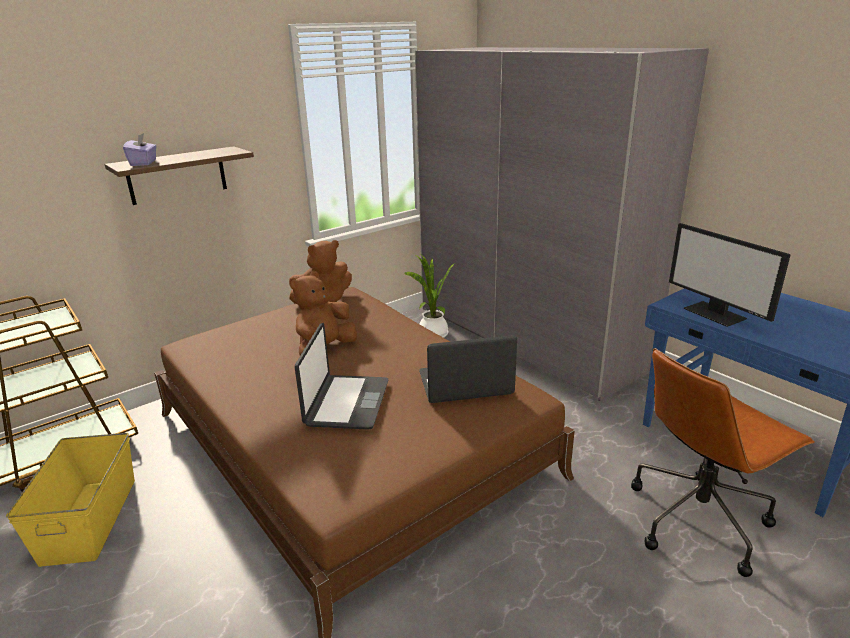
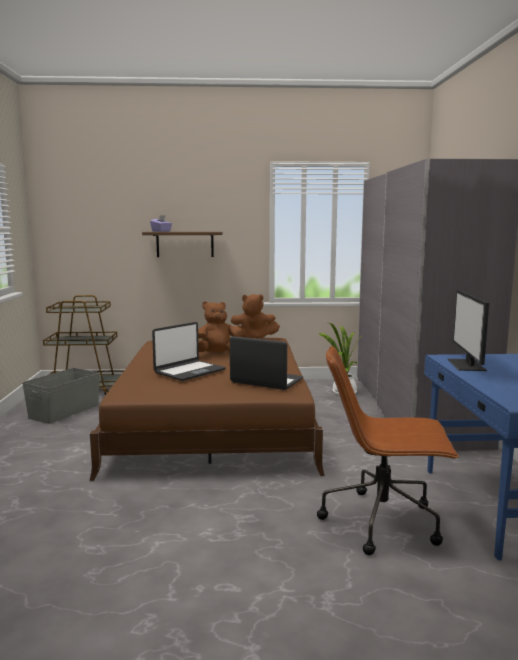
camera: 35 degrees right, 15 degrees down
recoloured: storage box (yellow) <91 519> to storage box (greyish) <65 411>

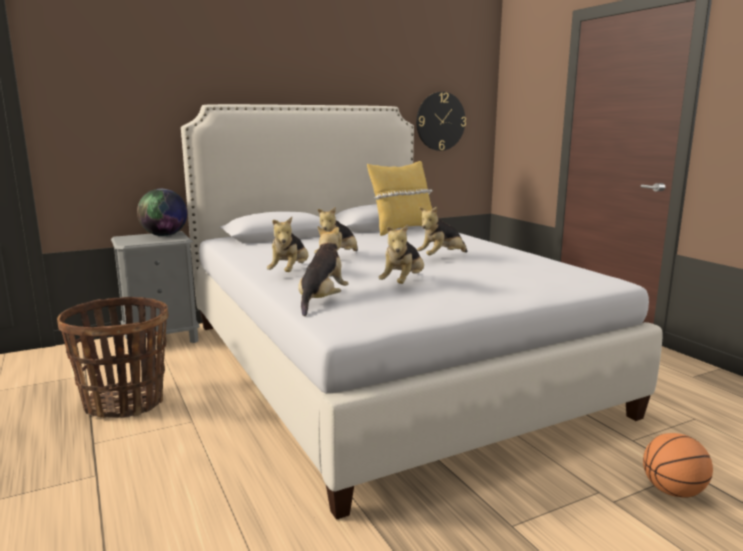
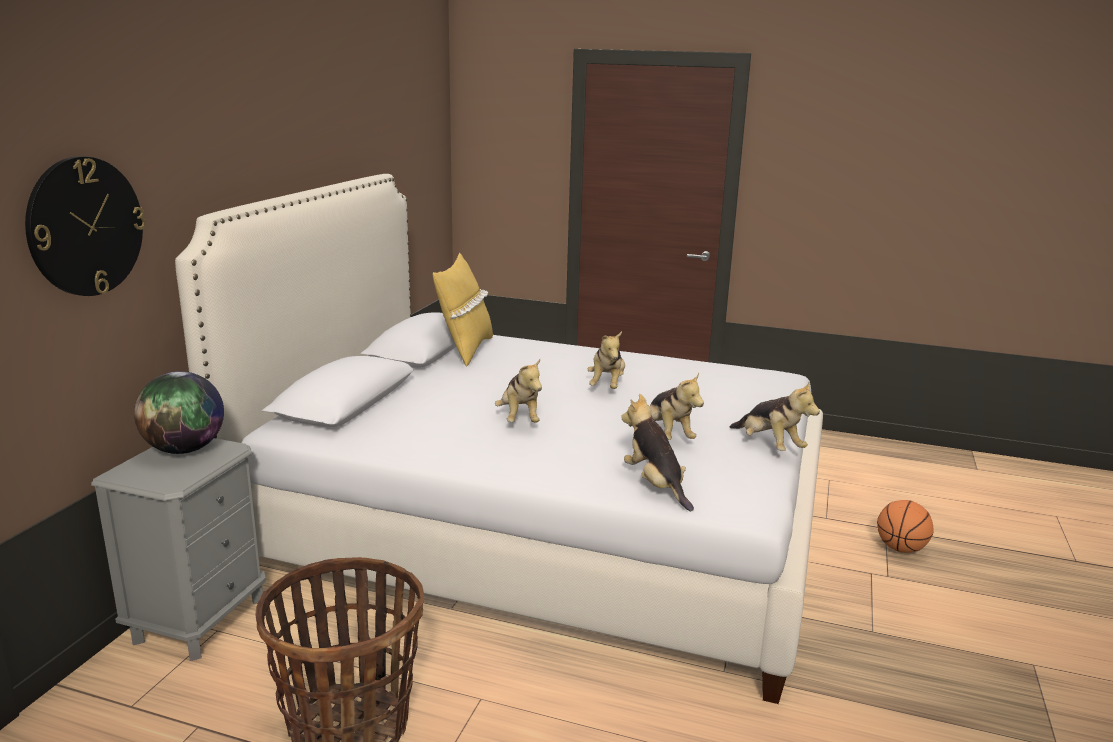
camera: 45 degrees left, 5 degrees up
moved: hanging clock <440 121> to <85 226>; cuddly toy <290 272> to <769 446>

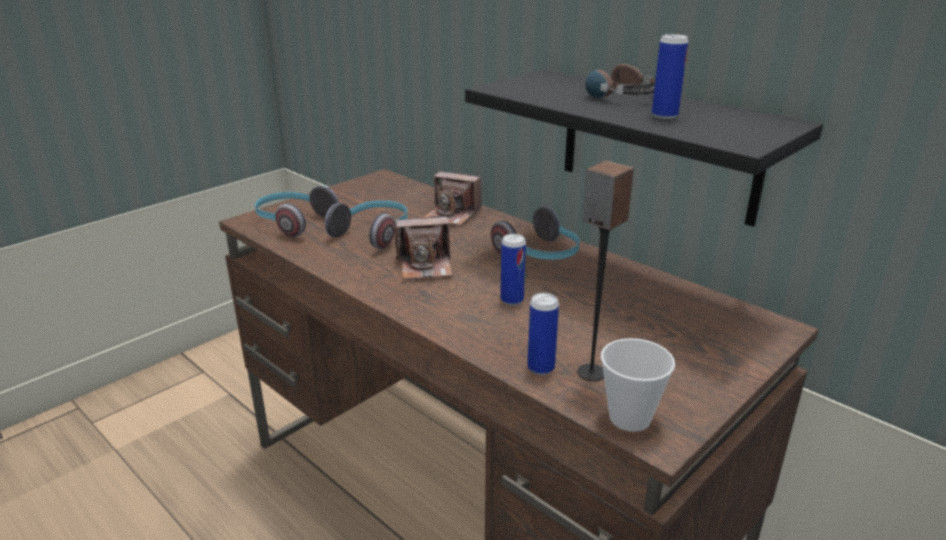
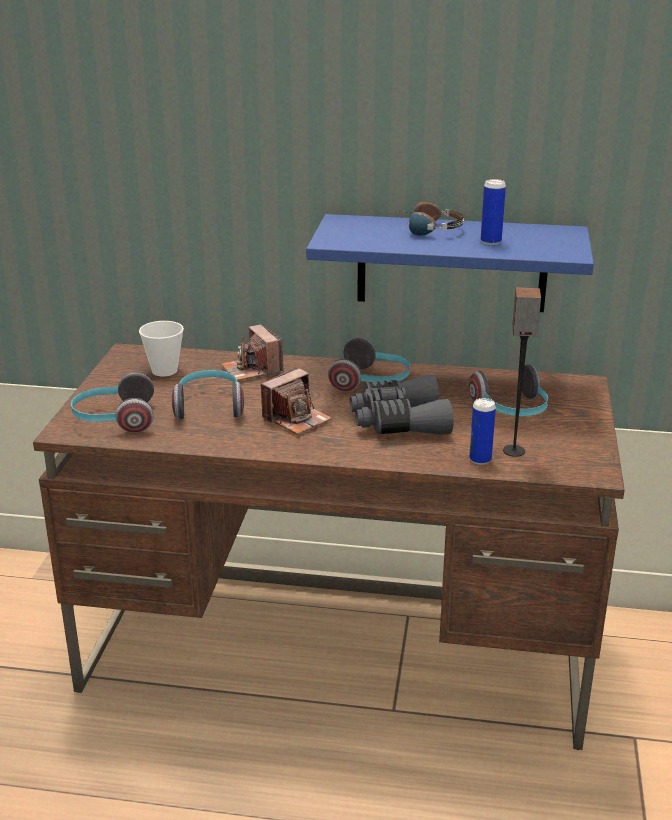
camera: 35 degrees left, 0 degrees up
added: headphones <512 410>
moved: cup <629 418> to <164 371>
replaced: can <512 300> to pair of binoculars (greyish) <398 422>
recoloured: bracket shelf (black) <658 145> to bracket shelf (blue-coloured) <451 263>
turned: still camera <452 215> = <252 370> 75 degrees clockwise

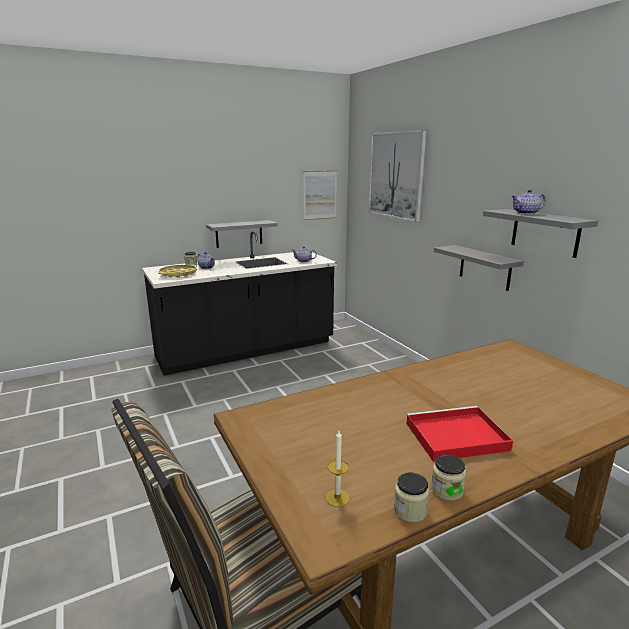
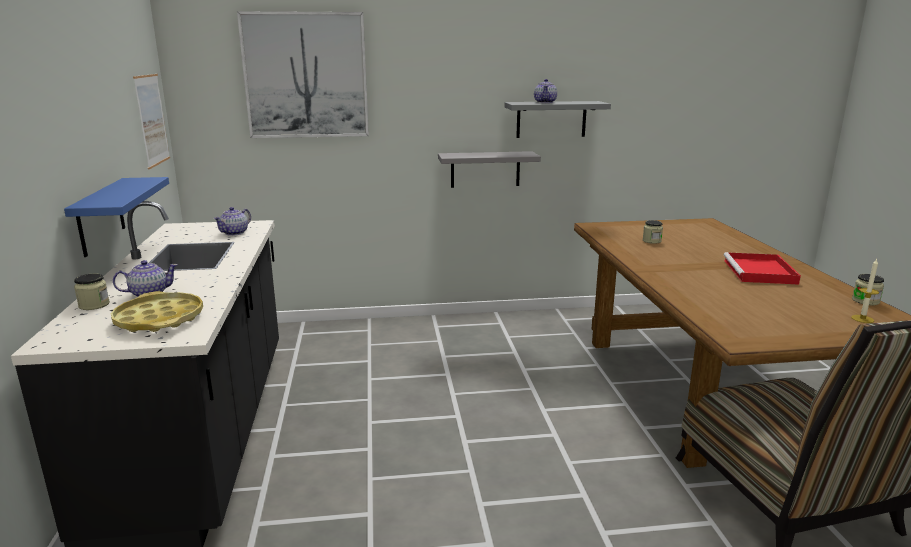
camera: 70 degrees left, 0 degrees up
moved: jar <446 490> to <651 241>
recoloured: bracket shelf (greyish) <239 234> to bracket shelf (blue-coloured) <100 216>

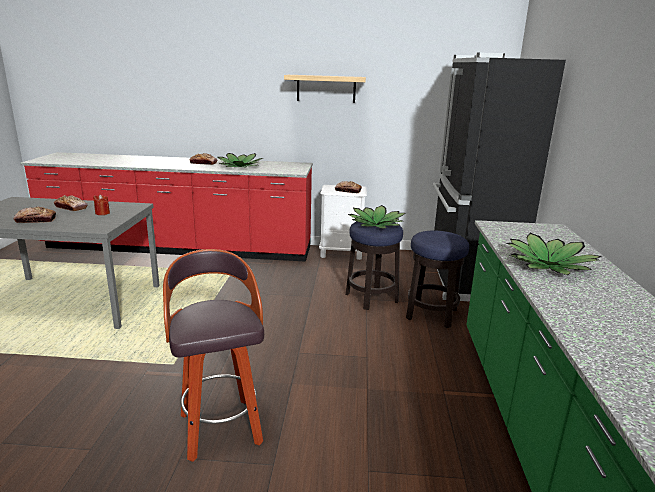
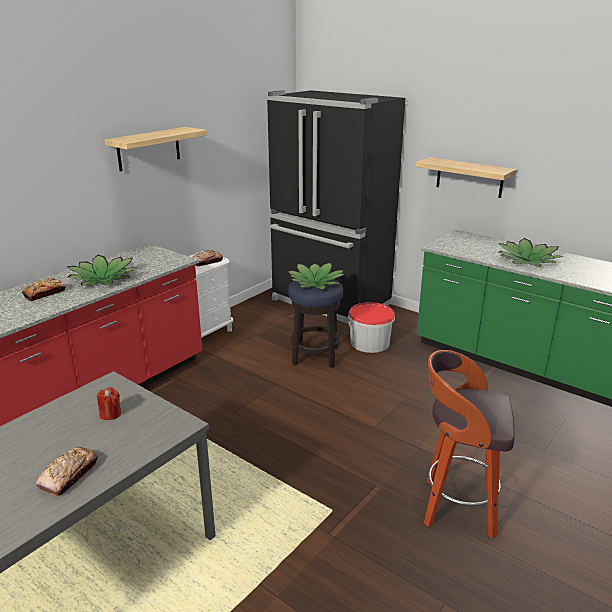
camera: 55 degrees left, 5 degrees up
removed: bread <71 208>
added: bracket shelf <469 177>
replaced: stool seat <431 314> to bucket <370 343>

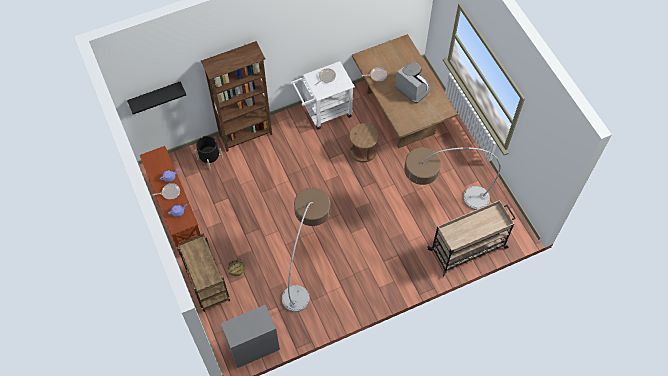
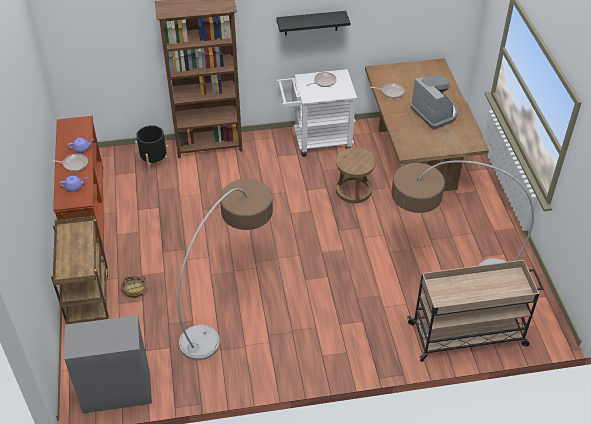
camera: 15 degrees right, 15 degrees down
moved: bracket shelf (black) <155 95> to <311 23>

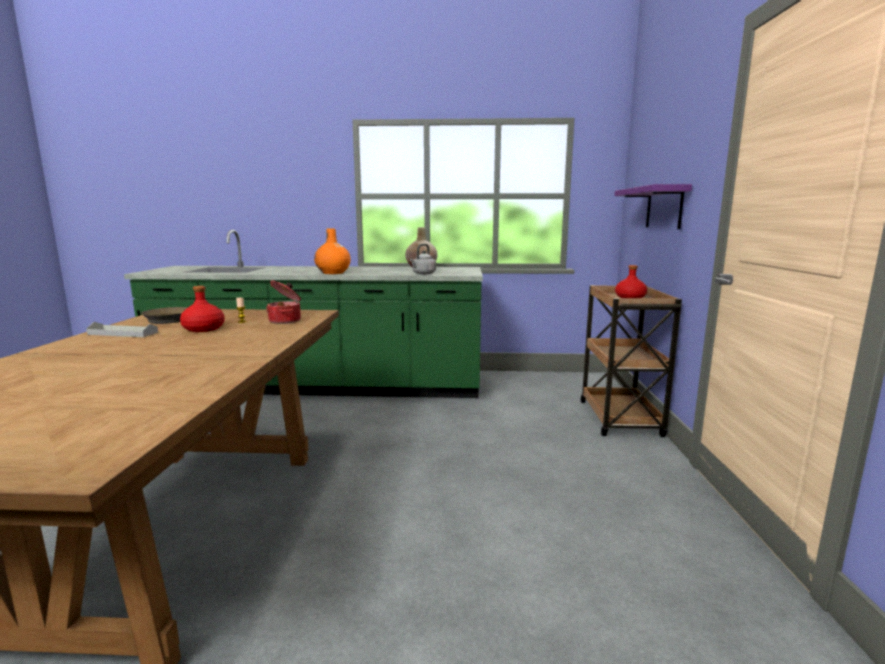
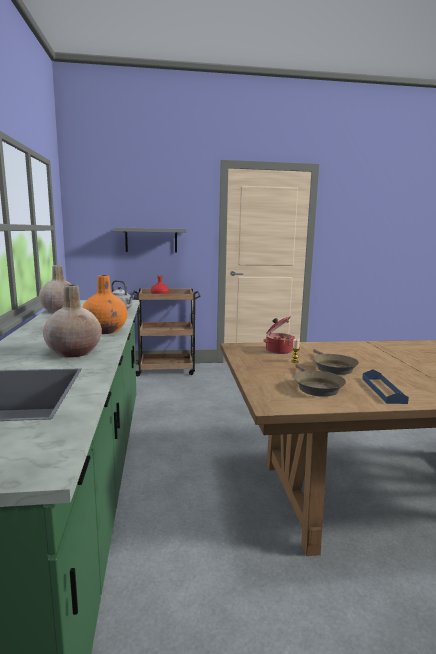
camera: 100 degrees left, 0 degrees up
added: flower vase (beige-coloured) <74 352>
replaced: drink bottle (red-coloured) <203 329> to pan (brown) <332 367>
recoloured: bracket shelf (purple) <664 208> to bracket shelf (greyish) <151 240>; tray (greyish) <123 333> to tray (blue-coloured) <383 390>

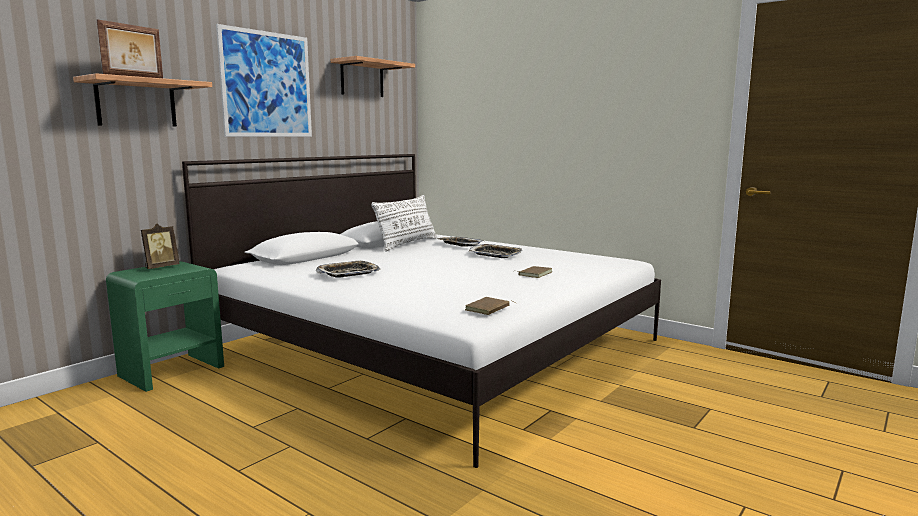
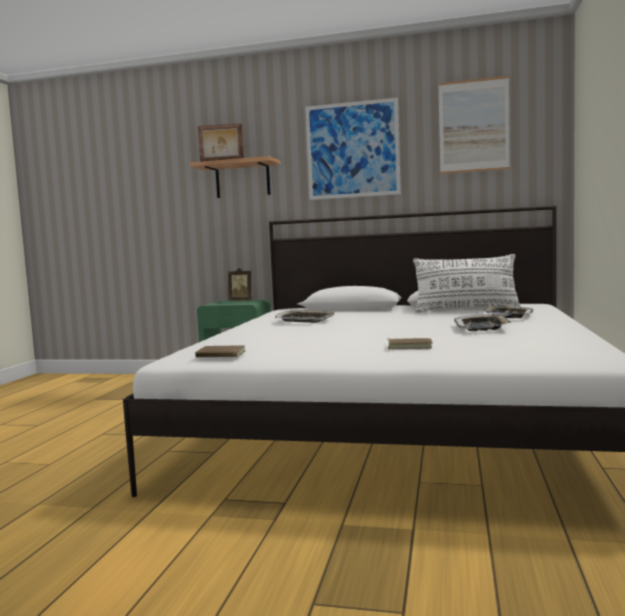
camera: 65 degrees right, 5 degrees down
replaced: bracket shelf <362 79> to picture <473 126>

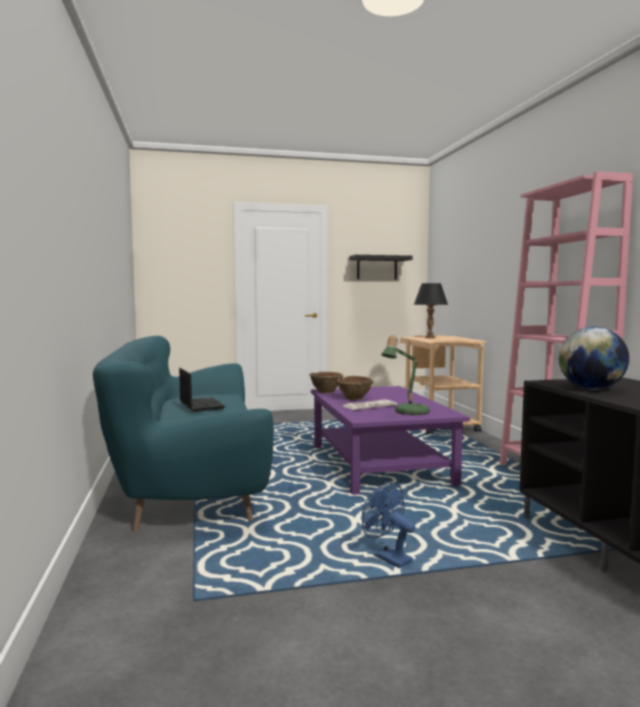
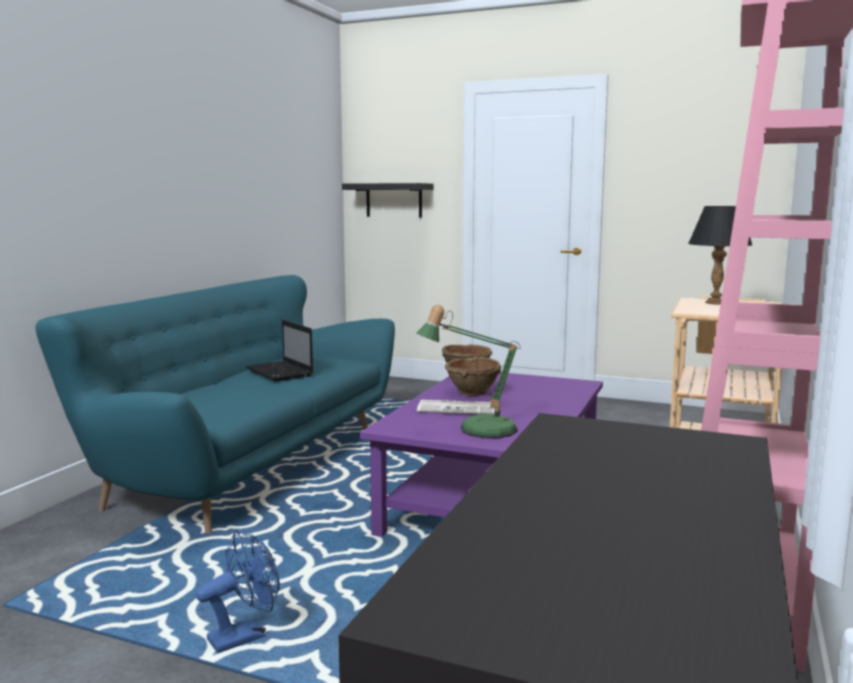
camera: 35 degrees right, 5 degrees up
removed: world globe <591 389>
moved: bracket shelf (black) <377 268> to <394 200>
turned: fan (blue-coloured) <387 558> = <245 636> 60 degrees clockwise; portable computer <200 405> = <280 372> 135 degrees clockwise

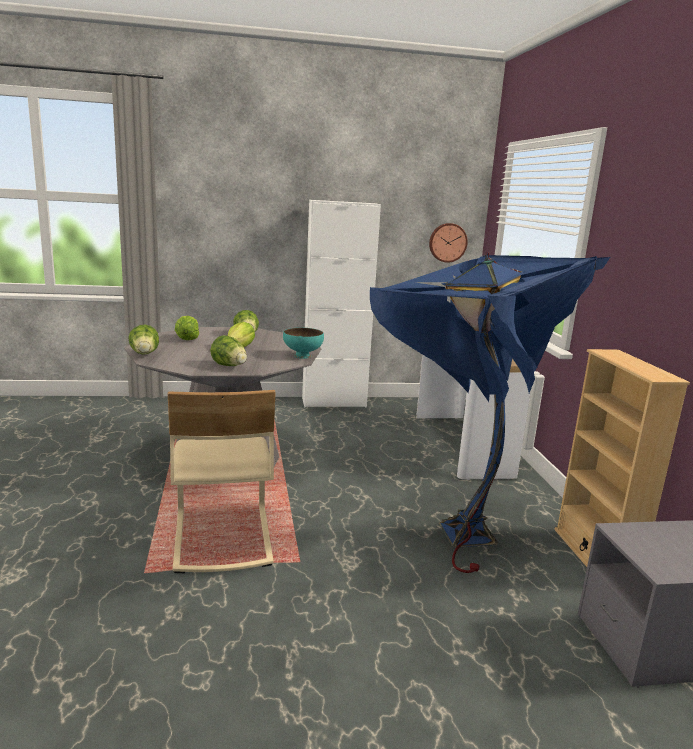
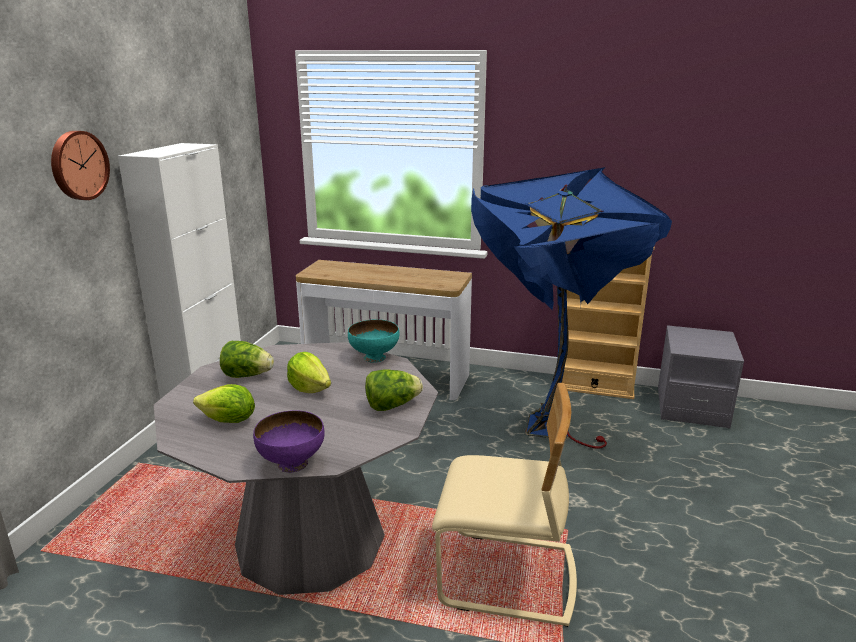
camera: 65 degrees left, 5 degrees up
moved: hanging clock <447 242> to <78 165>
replaced: lettuce <145 354> to deep dish (purple) <291 463>

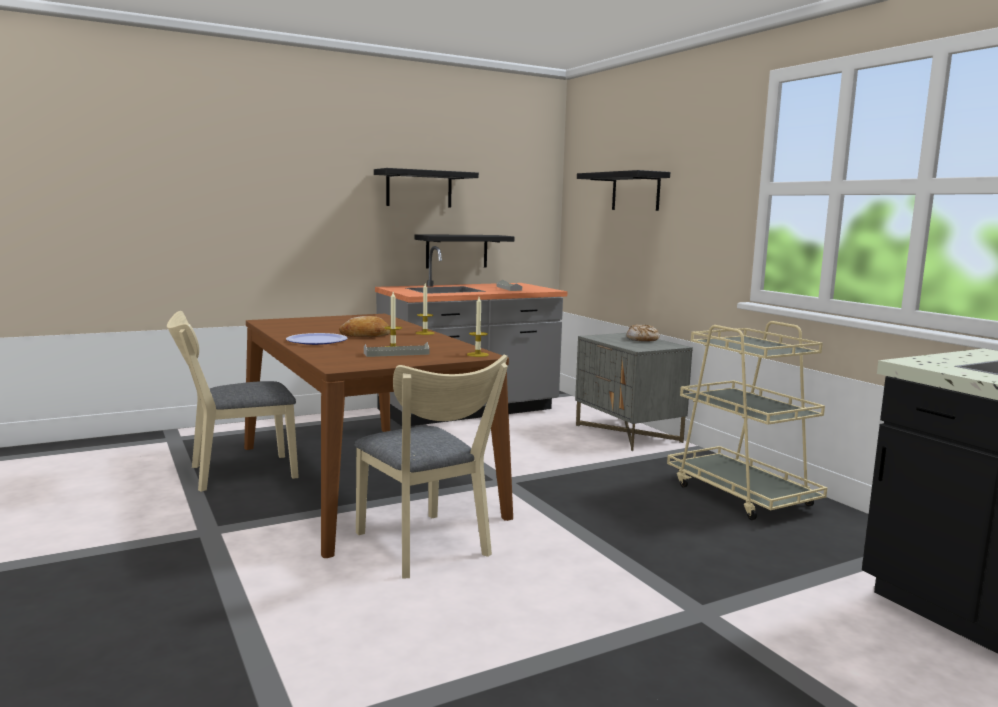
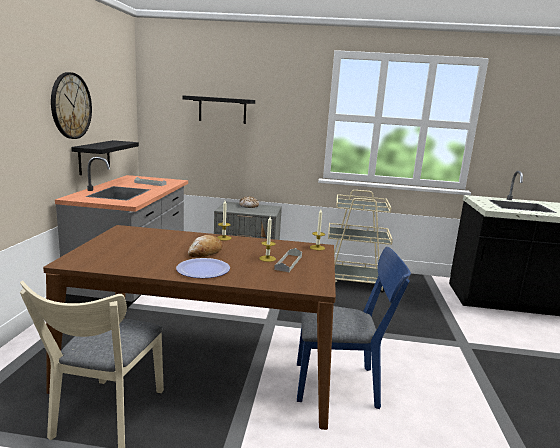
camera: 55 degrees left, 5 degrees up
replaced: bracket shelf (black) <419 189> to hanging clock <71 106>
recoloured: upright chair (beige-coloured) <426 548> to upright chair (blue-coloured) <343 384>

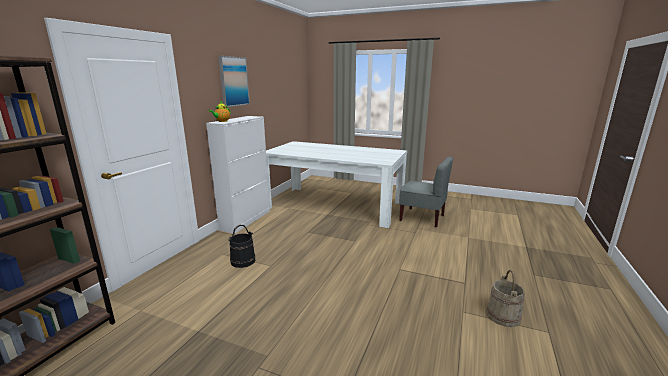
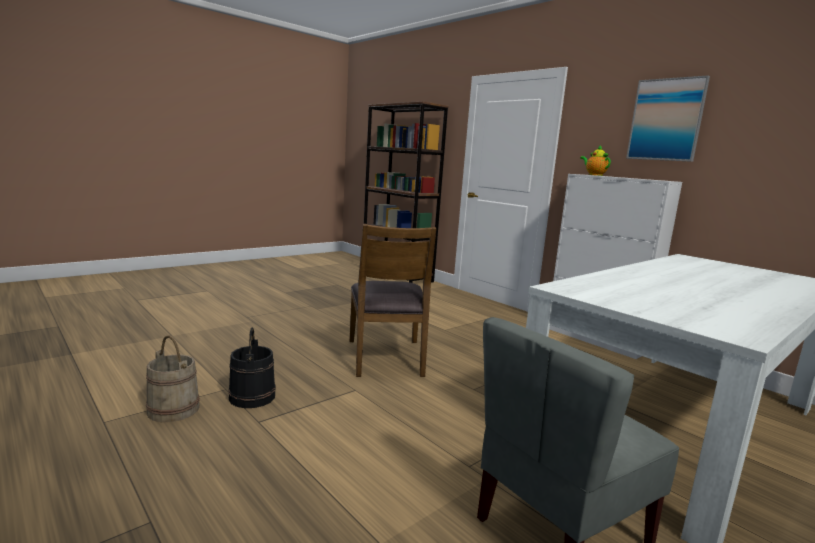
camera: 115 degrees right, 5 degrees down
added: upright chair (brown) <386 357>
moved: bucket (black) <243 261> to <252 397>

